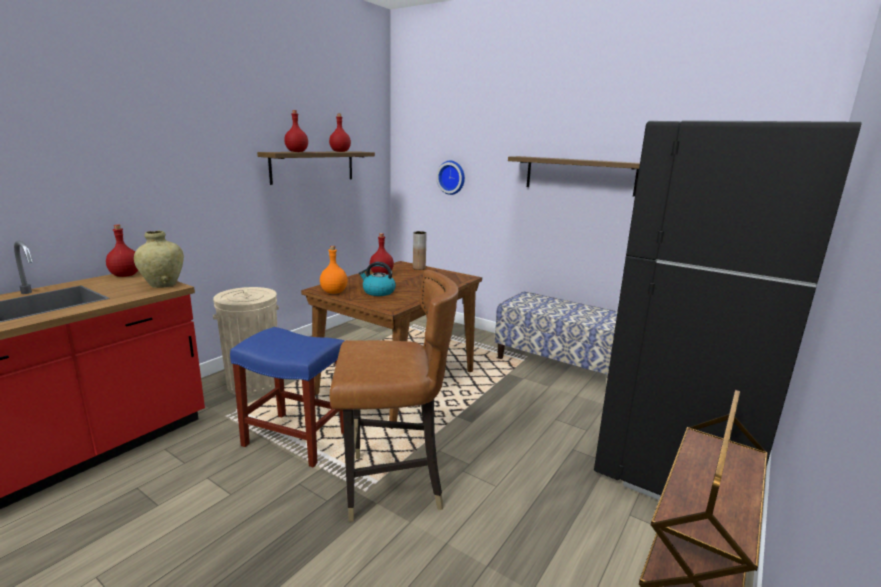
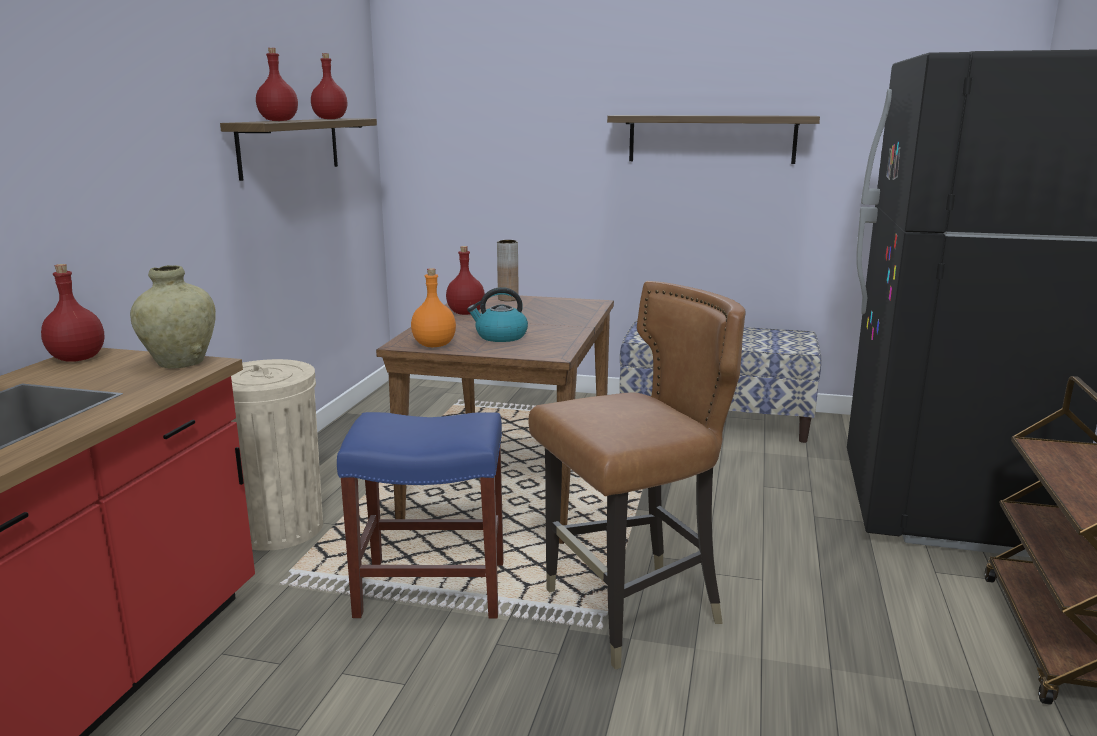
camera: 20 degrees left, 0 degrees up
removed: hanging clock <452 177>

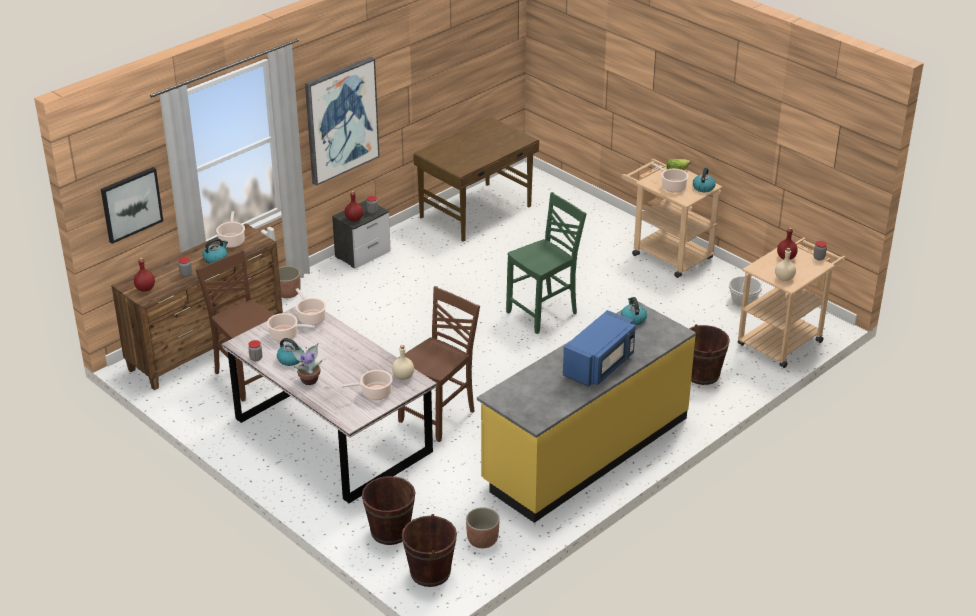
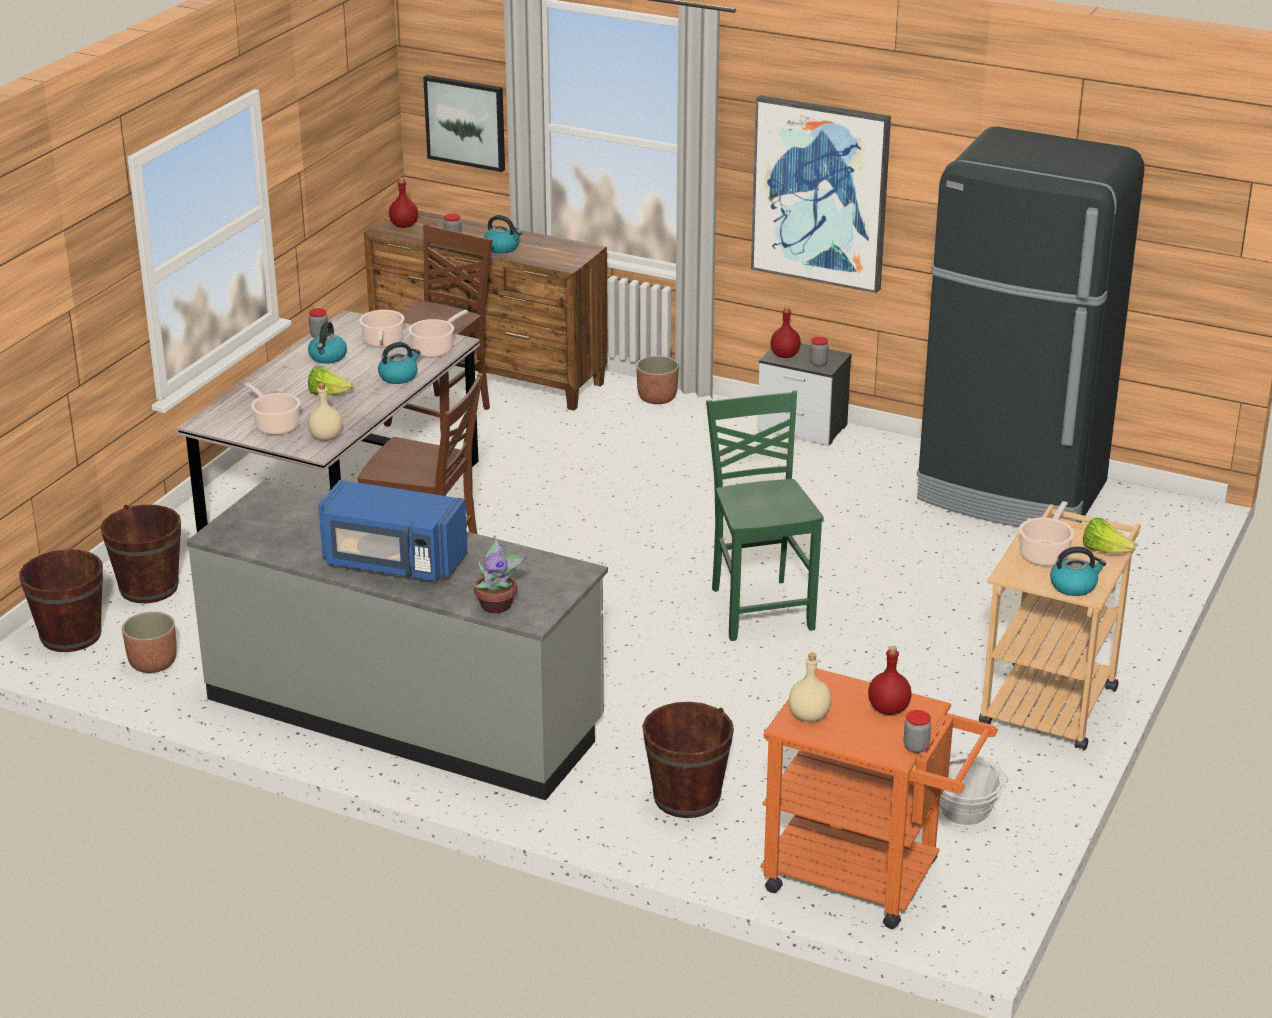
camera: 70 degrees right, 5 degrees down
removed: cooking pot <232 241>
added: lettuce <328 394>
moved: kettle <633 319> to <399 377>; plant in a pot <309 379> to <498 605>
replaced: desk unit (brown) <477 212> to fridge (black) <1012 492>
recoloured: kitchen base unit (yellow) <585 450> to kitchen base unit (greyish) <405 713>; trolley (beige-coloured) <784 339> to trolley (orange-coloured) <867 879>
turned: upright chair (green) <544 313> = <760 608> 135 degrees counterclockwise

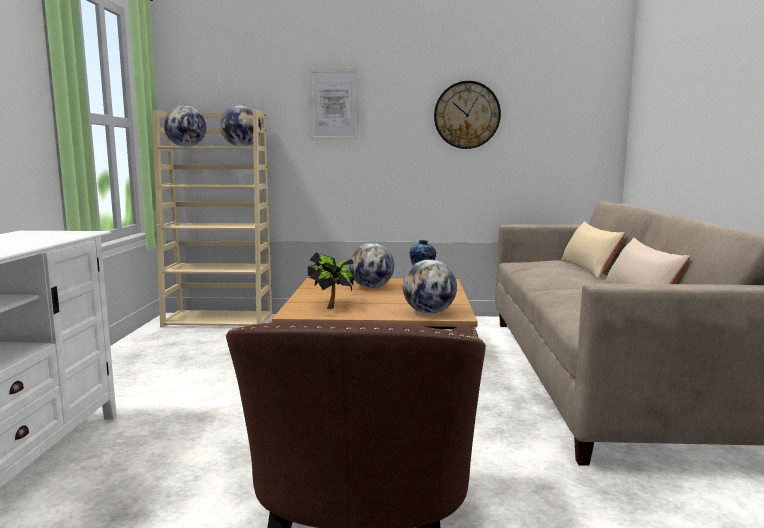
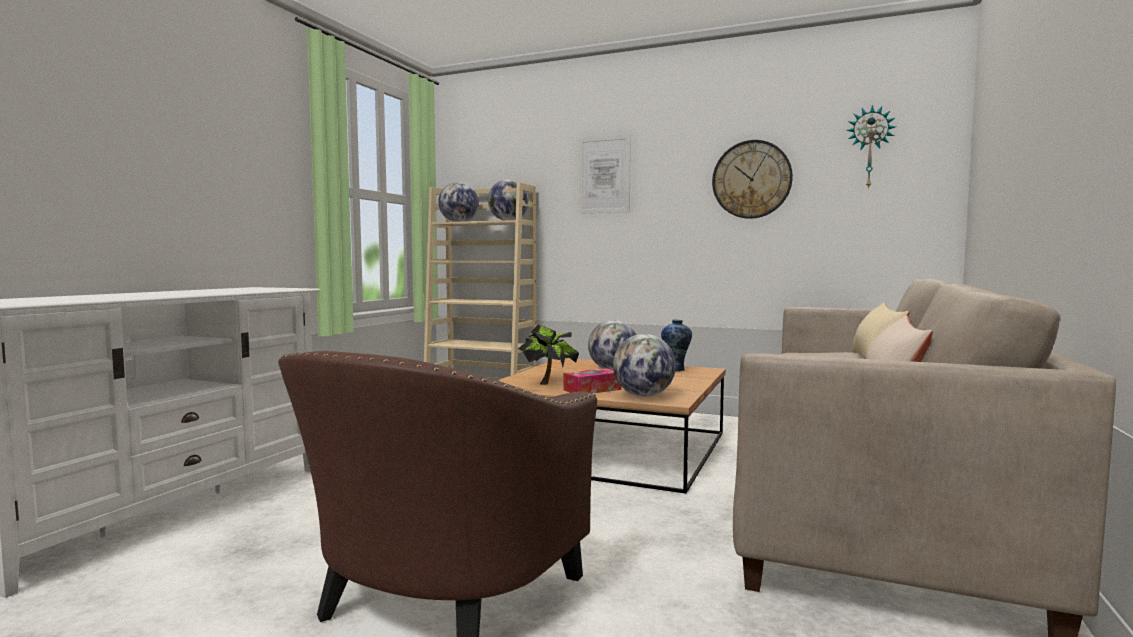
camera: 20 degrees right, 5 degrees down
added: box of tissues <592 390>; hanging clock <870 147>

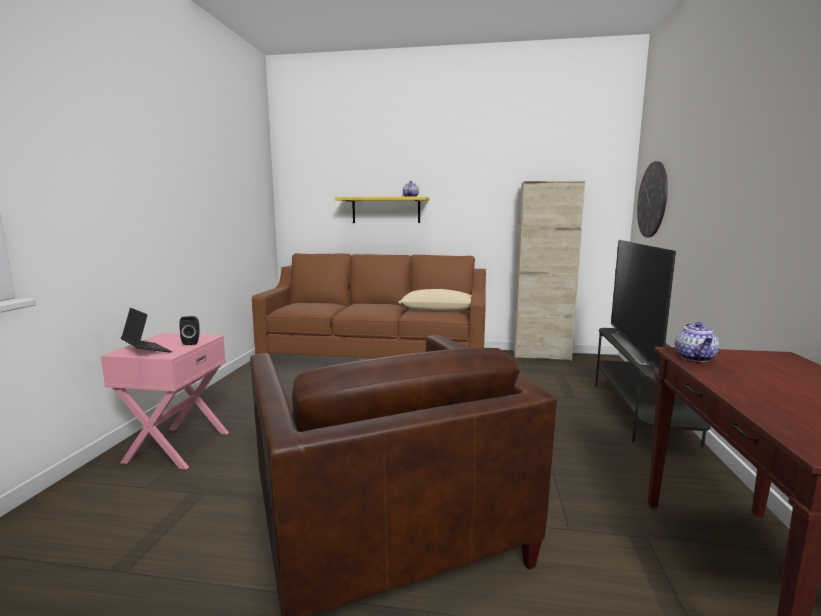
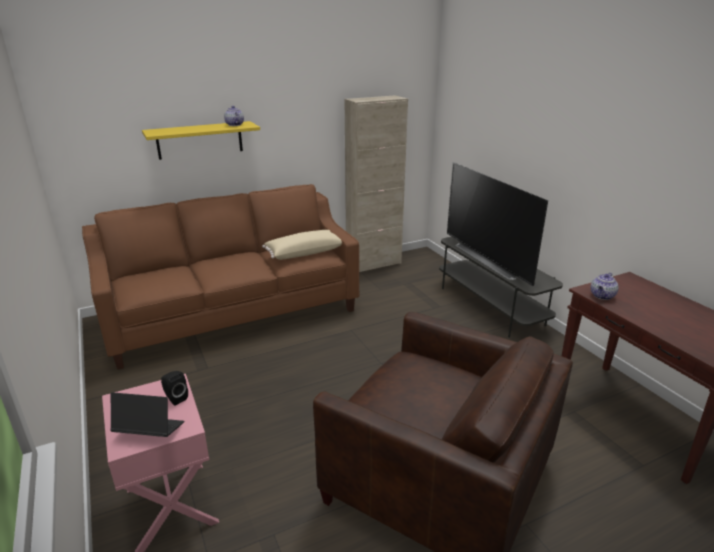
camera: 35 degrees left, 15 degrees up
removed: hanging clock <652 200>
turned: pot for tea <695 358> = <602 296> 60 degrees clockwise

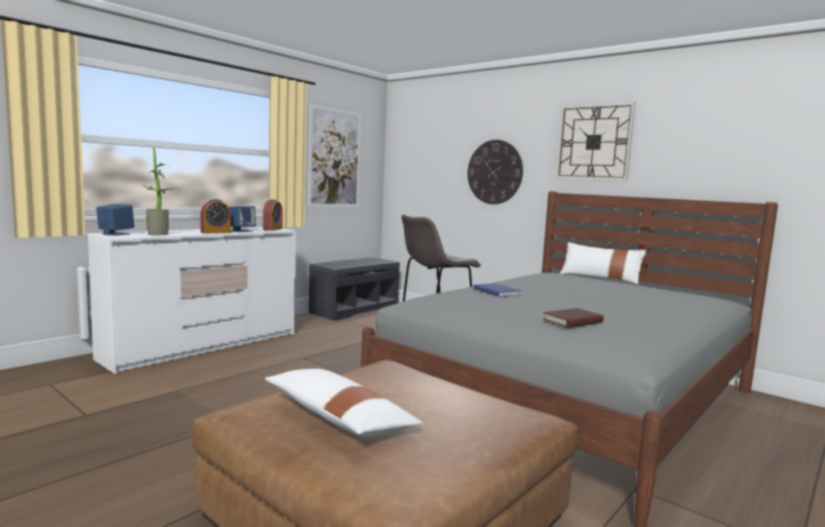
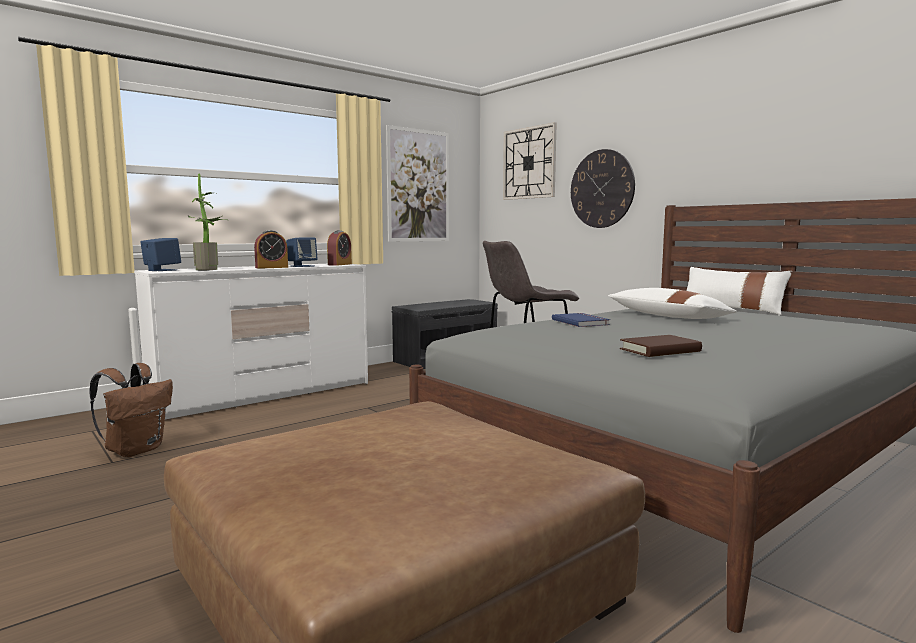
camera: 10 degrees right, 0 degrees up
added: backpack (brown) <136 450>
moved: hanging clock <594 142> to <529 163>; throw pillow (whitish) <338 418> to <668 317>

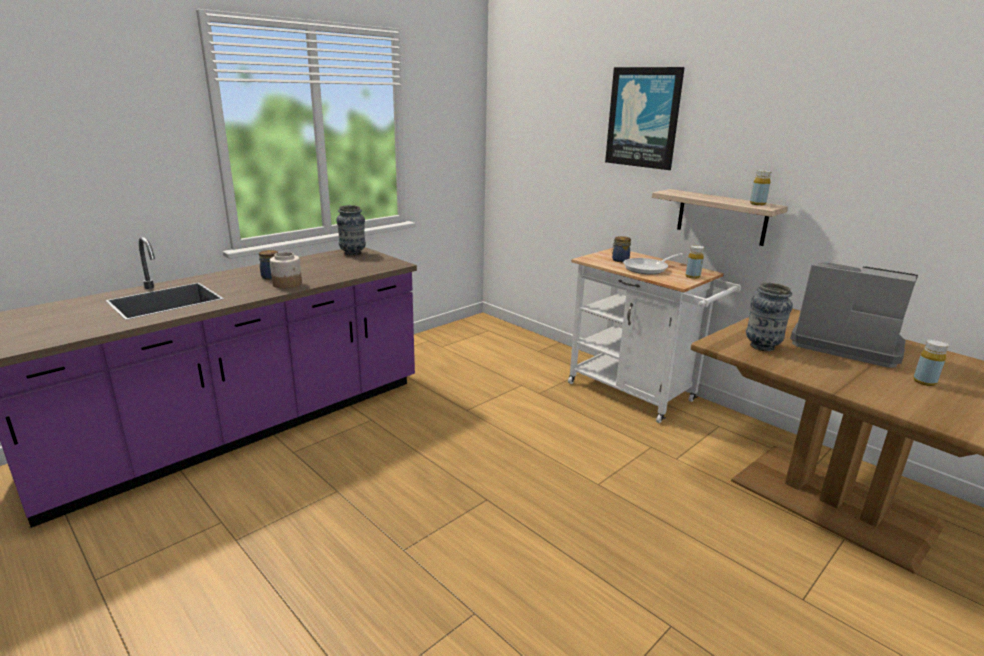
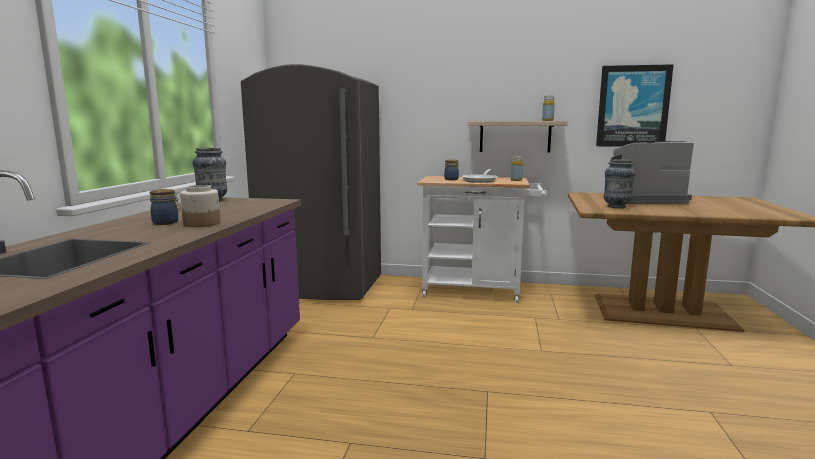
camera: 35 degrees left, 10 degrees down
removed: drink bottle (yellow) <924 382>
added: fridge (greyish) <322 286>
moved: picture <643 118> to <633 106>

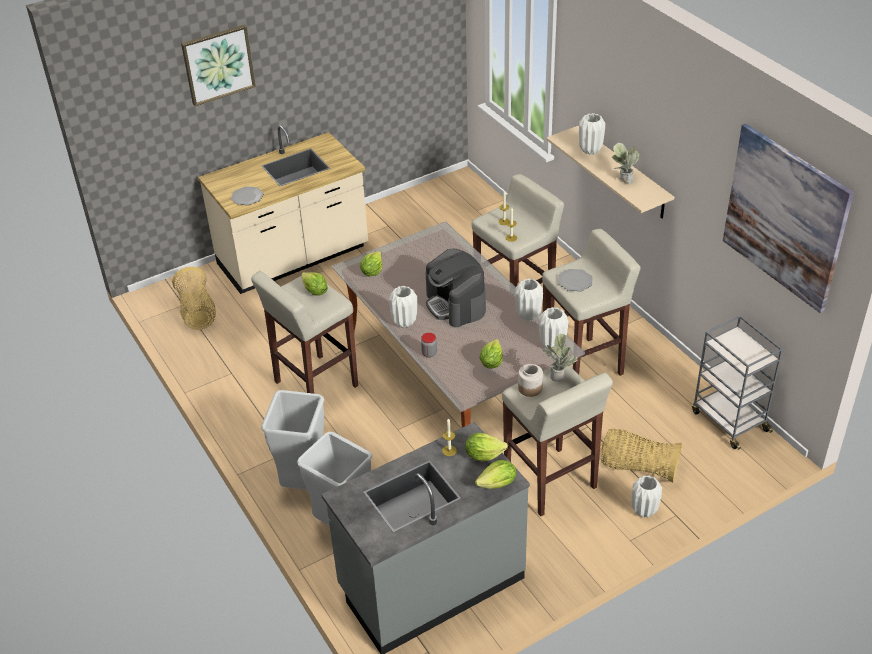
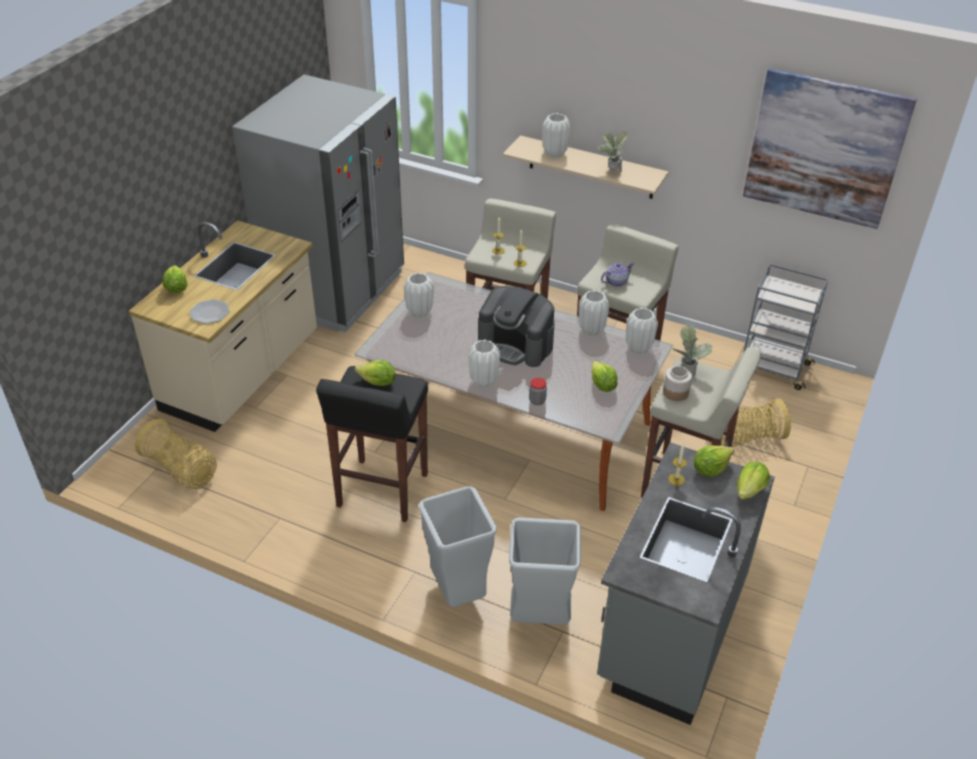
camera: 35 degrees left, 0 degrees up
removed: picture <218 64>
added: fridge (greyish) <335 289>
moved: lettuce <372 271> to <176 288>; flower vase (whitish) <643 510> to <419 312>
replaced: flat dish <575 281> to pot for tea <616 282>
recoloured: stool seat (beige-coloured) <315 385> to stool seat (black) <381 491>

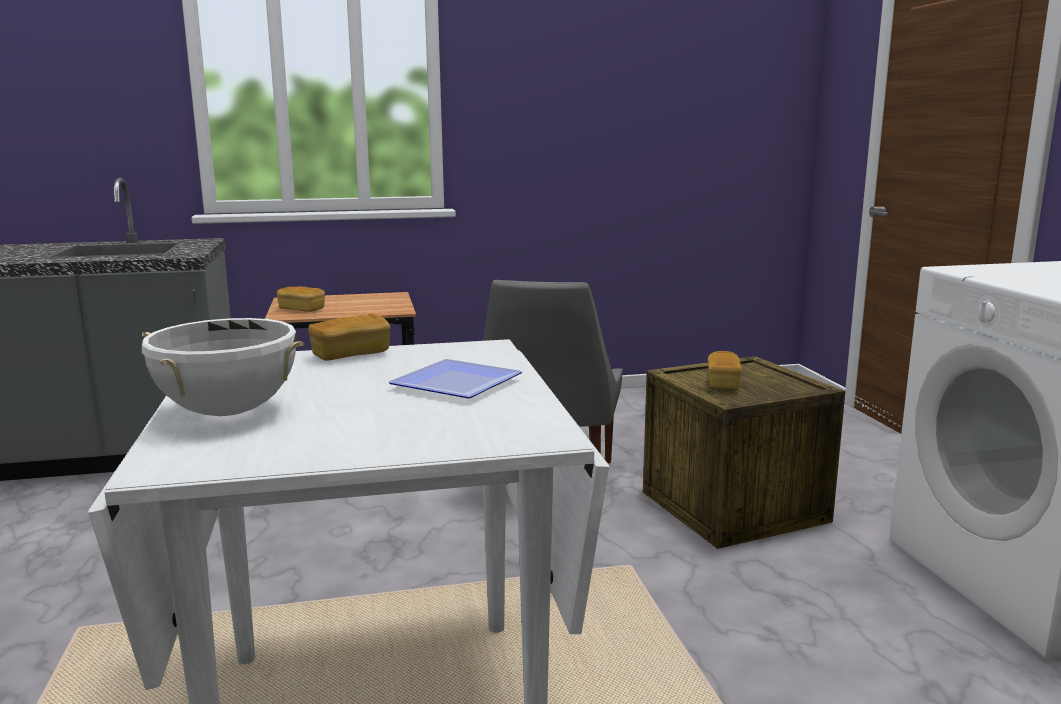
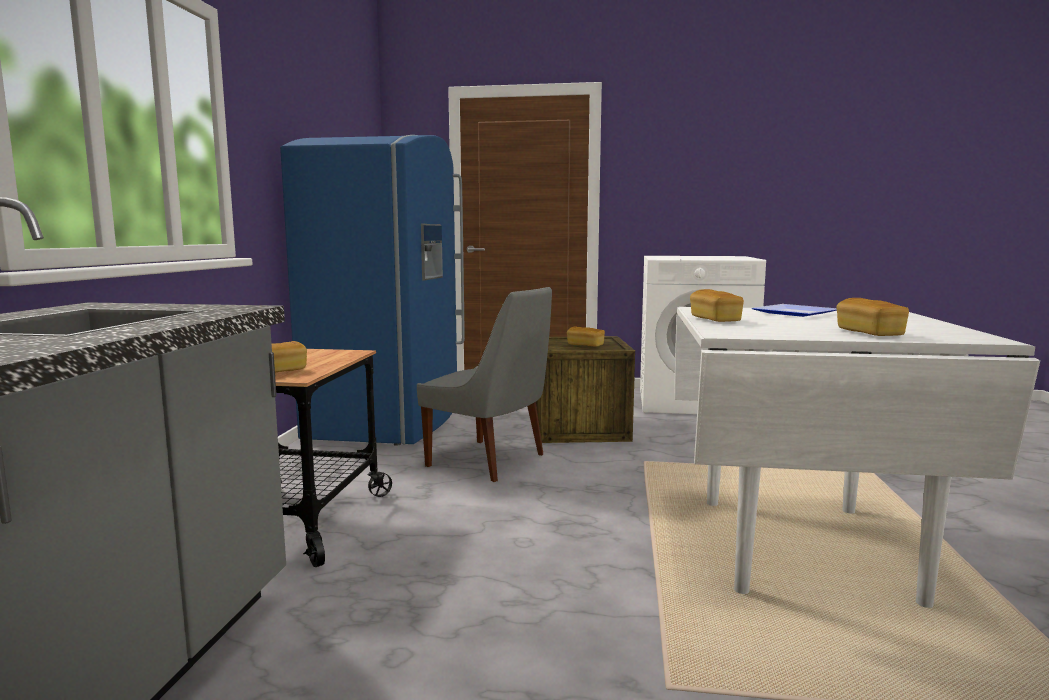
camera: 70 degrees left, 5 degrees down
added: fridge (blue-coloured) <390 421>
replaced: cooking pot (whitish) <228 412> to bread <869 333>

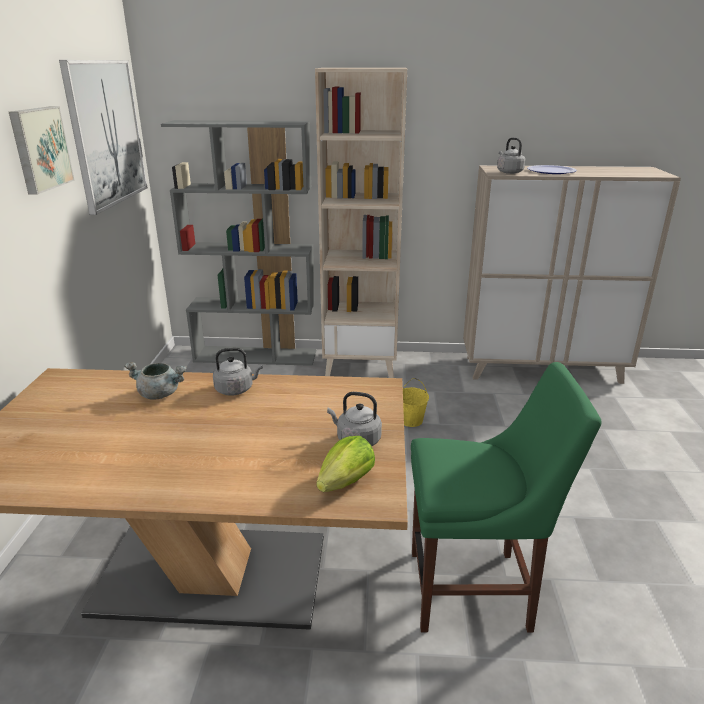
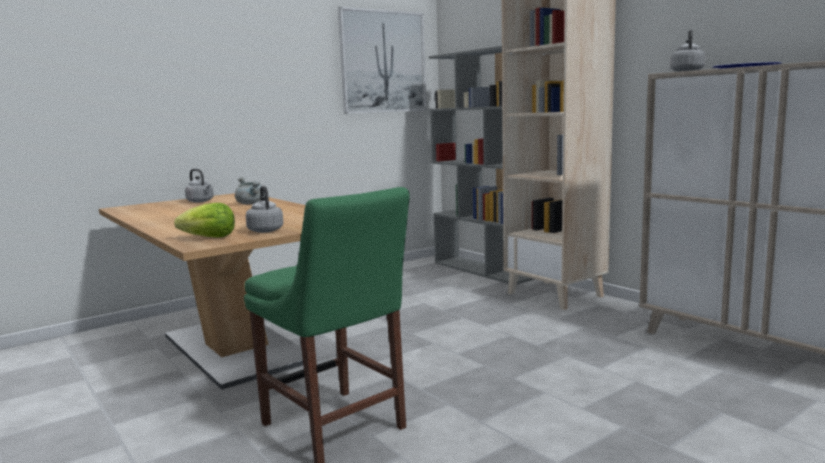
camera: 50 degrees right, 15 degrees down
removed: picture <39 149>; bucket (yellow) <411 420>
moved: kettle (greyish) <236 389> to <201 201>

